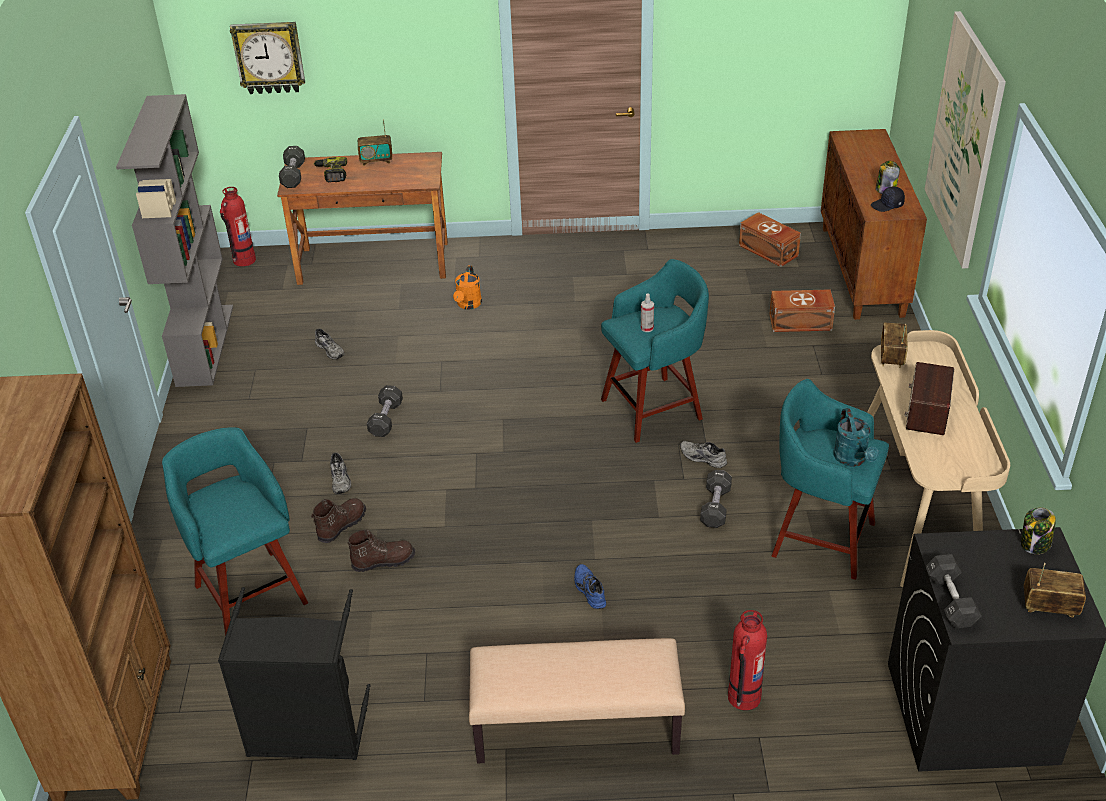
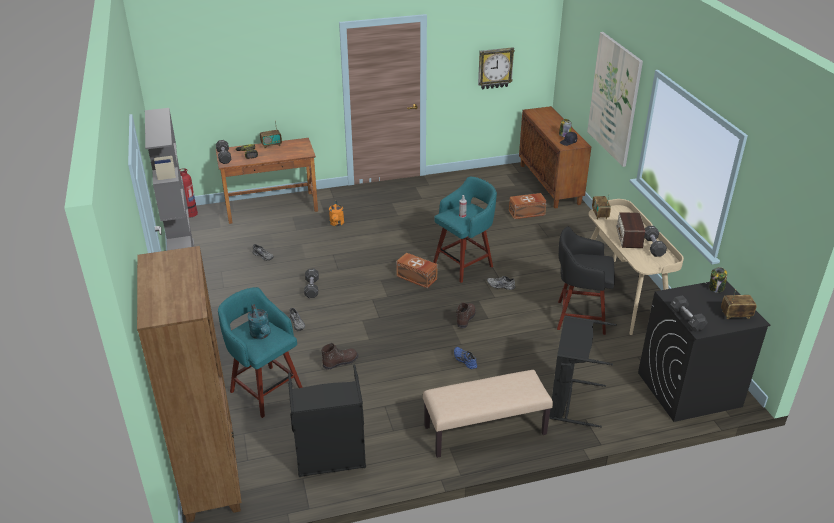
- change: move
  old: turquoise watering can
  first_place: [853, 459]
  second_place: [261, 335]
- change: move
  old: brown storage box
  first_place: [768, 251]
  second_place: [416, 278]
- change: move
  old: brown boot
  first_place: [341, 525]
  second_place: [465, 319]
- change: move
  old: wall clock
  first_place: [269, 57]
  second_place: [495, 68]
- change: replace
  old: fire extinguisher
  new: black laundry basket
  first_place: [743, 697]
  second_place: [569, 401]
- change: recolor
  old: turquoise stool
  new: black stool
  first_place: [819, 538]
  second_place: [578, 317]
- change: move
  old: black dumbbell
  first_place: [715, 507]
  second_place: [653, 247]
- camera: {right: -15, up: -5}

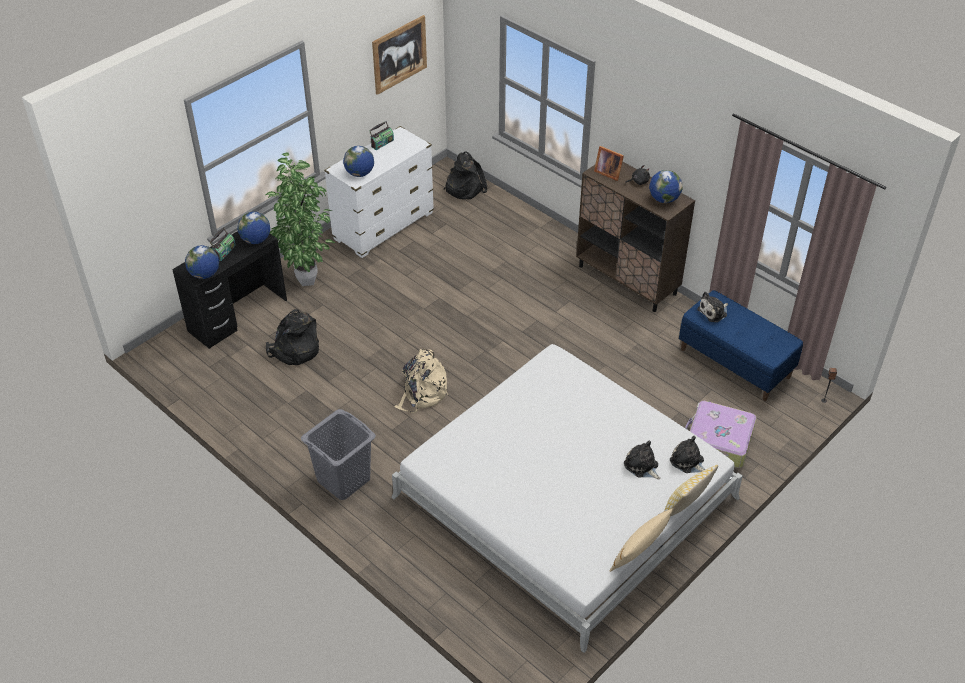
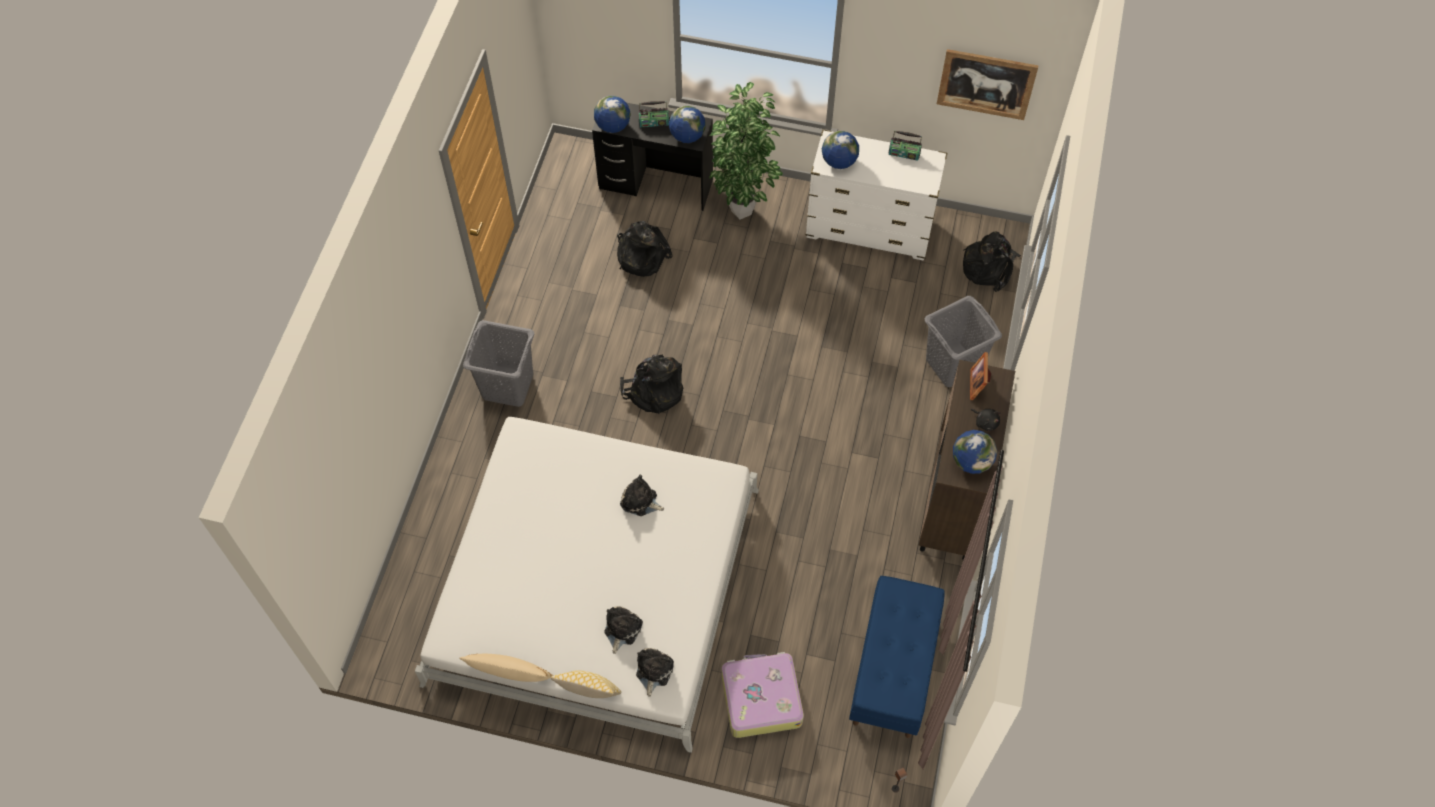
- change: recolor
  old: beige backpack
  new: black backpack
  first_place: [422, 393]
  second_place: [653, 391]
- change: move
  old: plush toy
  first_place: [713, 312]
  second_place: [640, 501]
- change: insert
  new: grey laundry basket
  second_place: [953, 365]
- camera: {right: 60, up: 15}

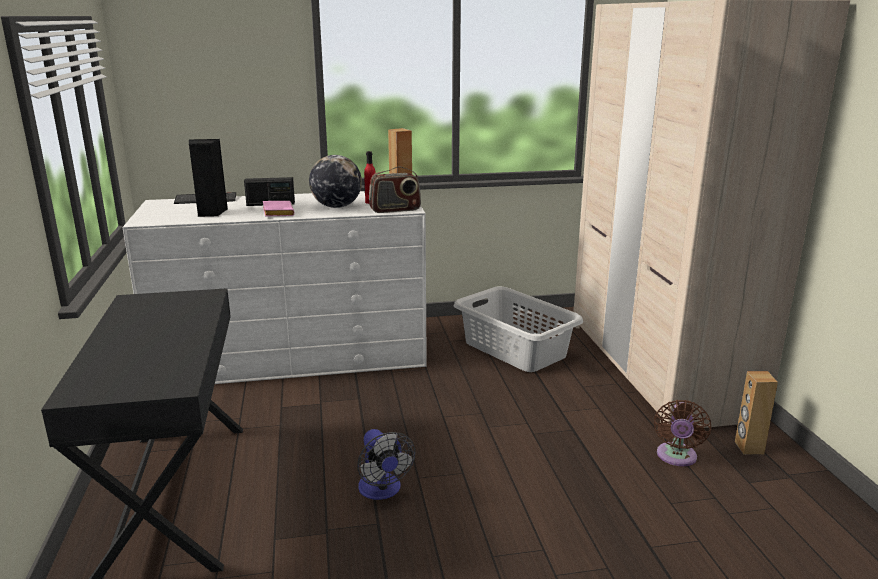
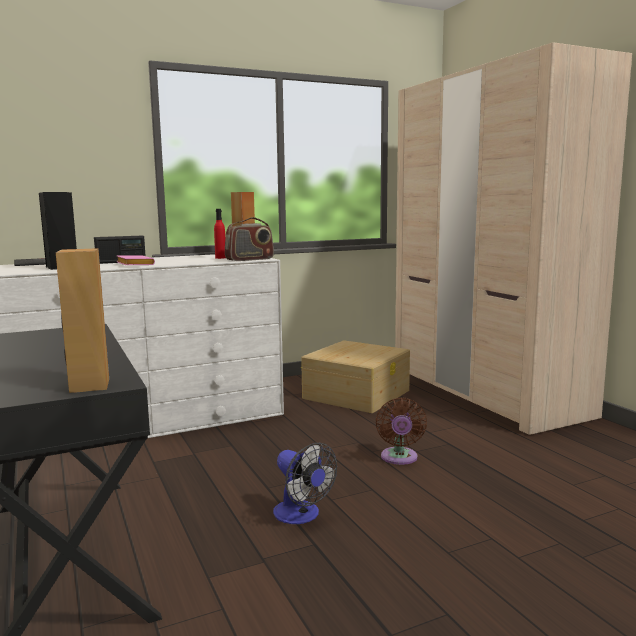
- change: move
  old: brown speaker
  first_place: [748, 448]
  second_place: [89, 385]
- change: replace
  old: grey laundry basket
  new: beige storage box
  first_place: [515, 349]
  second_place: [357, 394]
- change: move
  old: brown fan
  first_place: [676, 457]
  second_place: [399, 458]
- change: delete
  old: globe
  first_place: [336, 207]
- camera: {right: -15, up: -10}

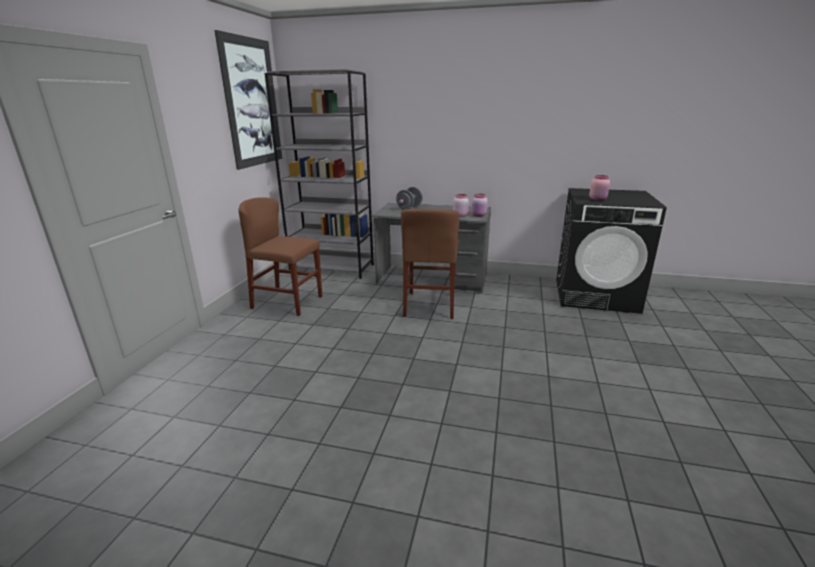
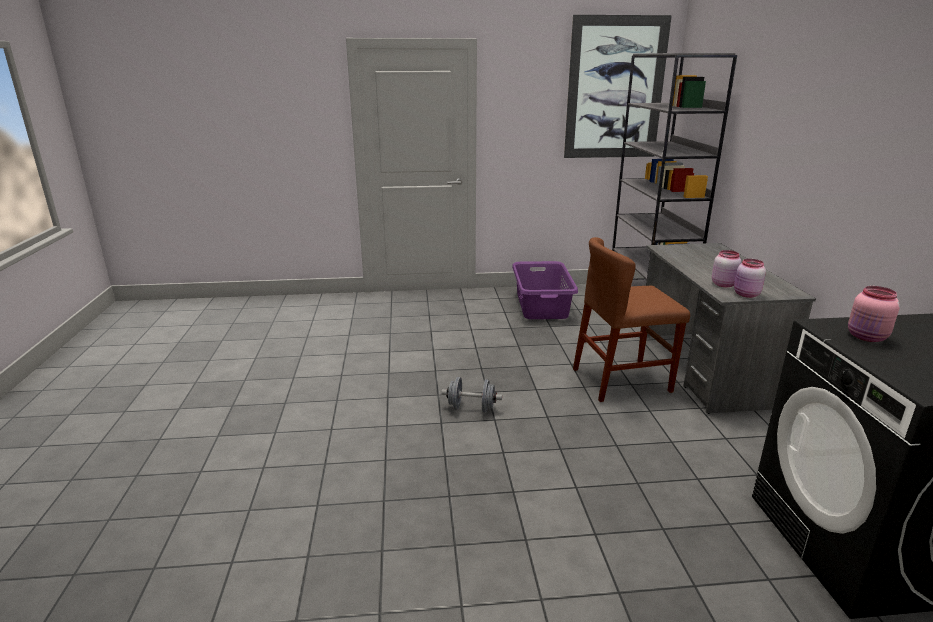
- change: move
  old: grey dumbbell
  first_place: [409, 207]
  second_place: [471, 408]
- change: replace
  old: brown chair
  new: purple laundry basket
  first_place: [287, 302]
  second_place: [542, 305]
- camera: {right: 70, up: 0}

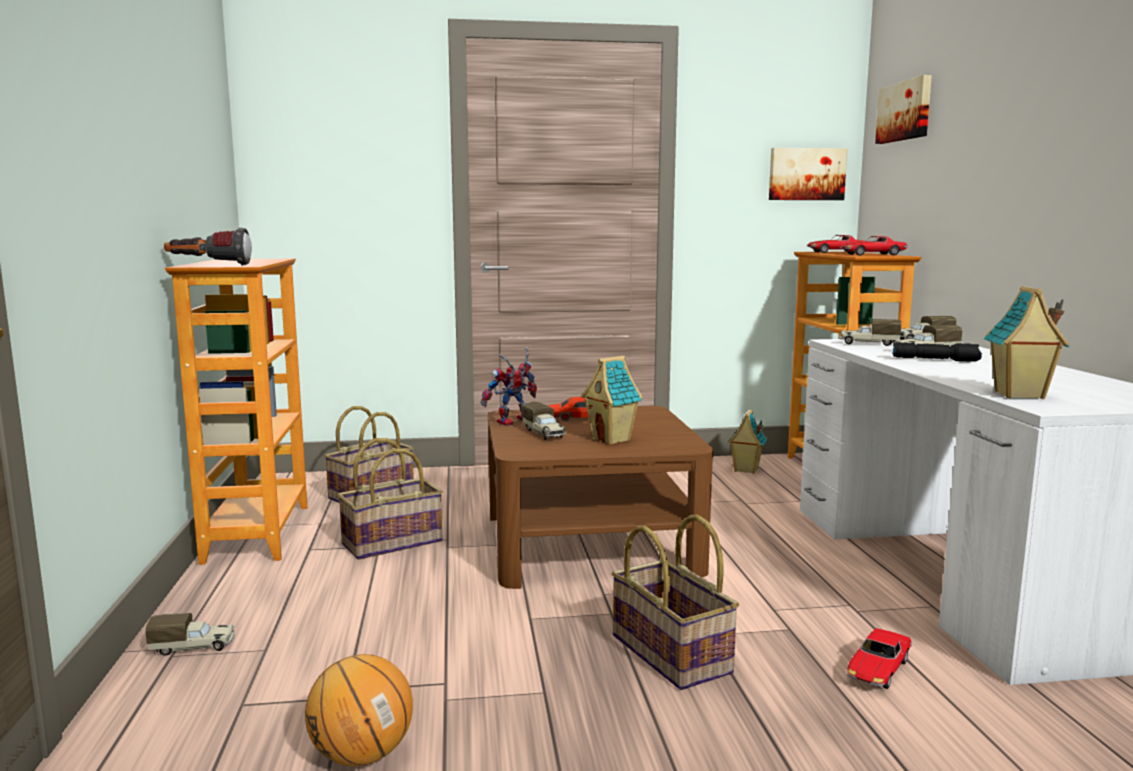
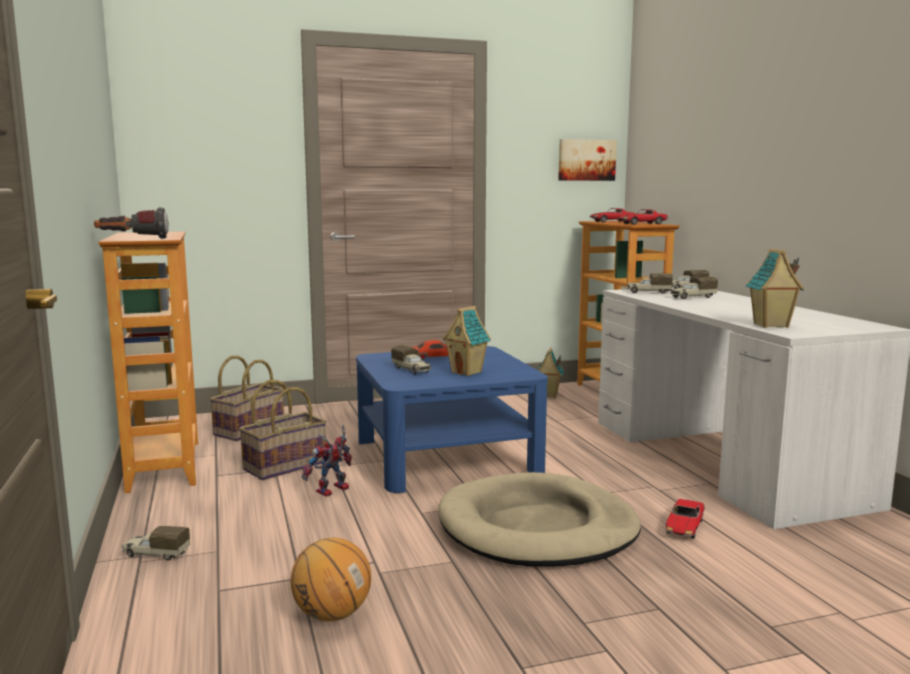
- change: rotate
  old: toy truck
  first_place: [193, 647]
  second_place: [155, 554]
  degrees: -150
- change: move
  old: toy robot
  first_place: [513, 422]
  second_place: [331, 492]
- change: recolor
  old: brown coffee table
  new: blue coffee table
  first_place: [589, 542]
  second_place: [445, 455]
- change: replace
  old: basket
  new: beige dog bed
  first_place: [673, 654]
  second_place: [537, 528]
- change: delete
  old: picture
  first_place: [905, 111]
- change: delete
  old: black flashlight
  first_place: [936, 360]
- camera: {right: -10, up: 0}

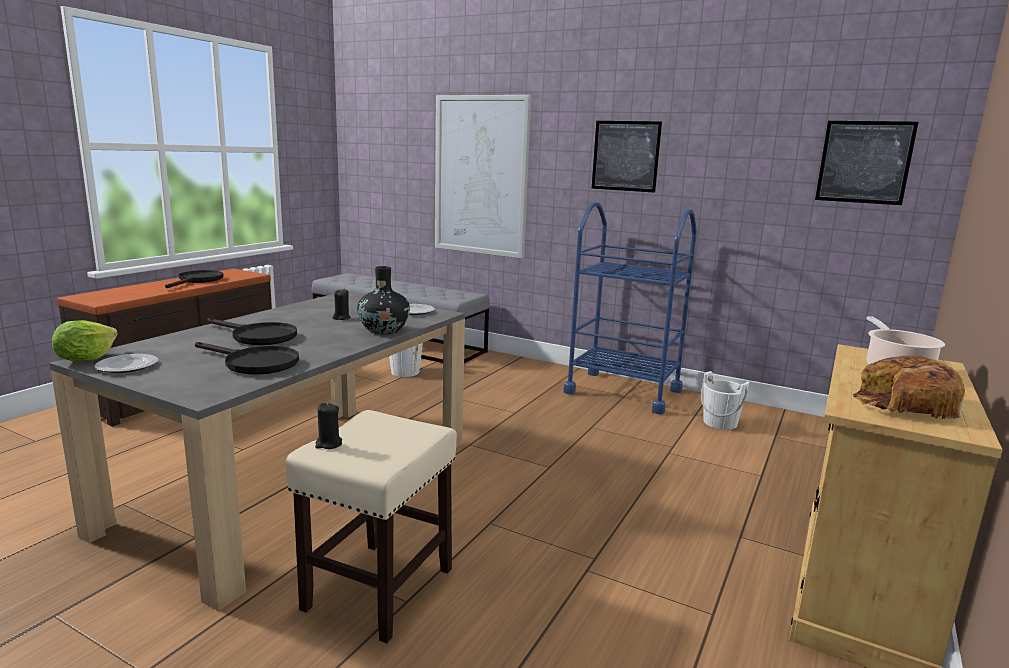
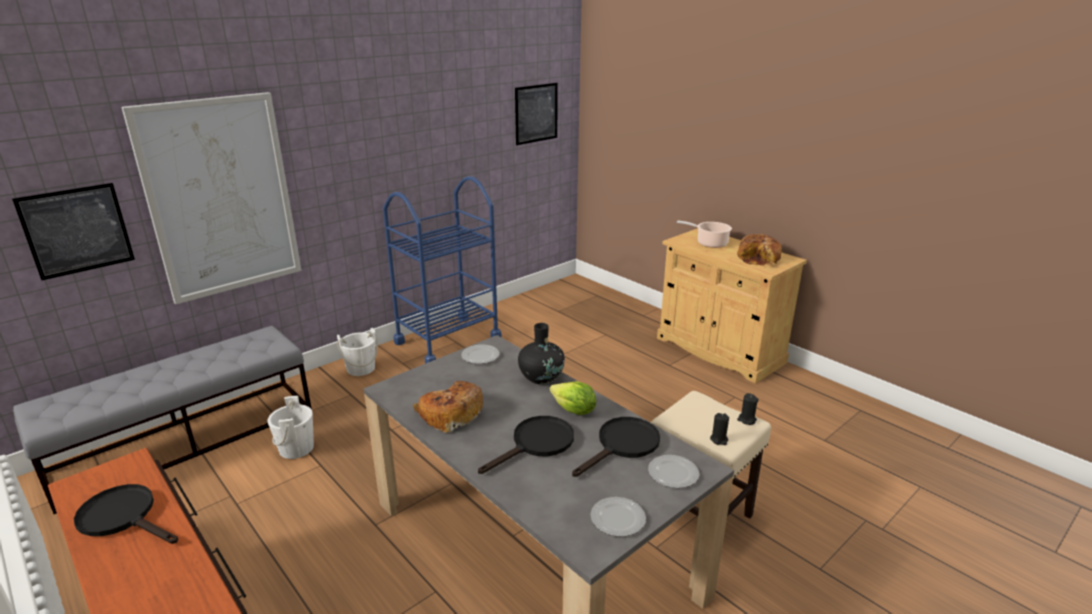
- change: move
  old: picture
  first_place: [625, 156]
  second_place: [77, 230]
- change: move
  old: white bucket
  first_place: [720, 423]
  second_place: [361, 369]
- change: insert
  new: bread
  second_place: [450, 414]
- change: move
  old: lettuce
  first_place: [86, 359]
  second_place: [574, 411]
- change: insert
  new: plate
  second_place: [672, 473]
- change: move
  old: black candle
  first_place: [341, 318]
  second_place: [746, 420]
- camera: {right: -70, up: 10}

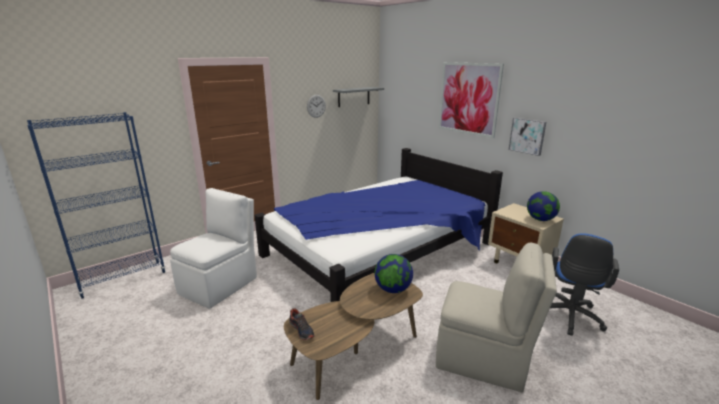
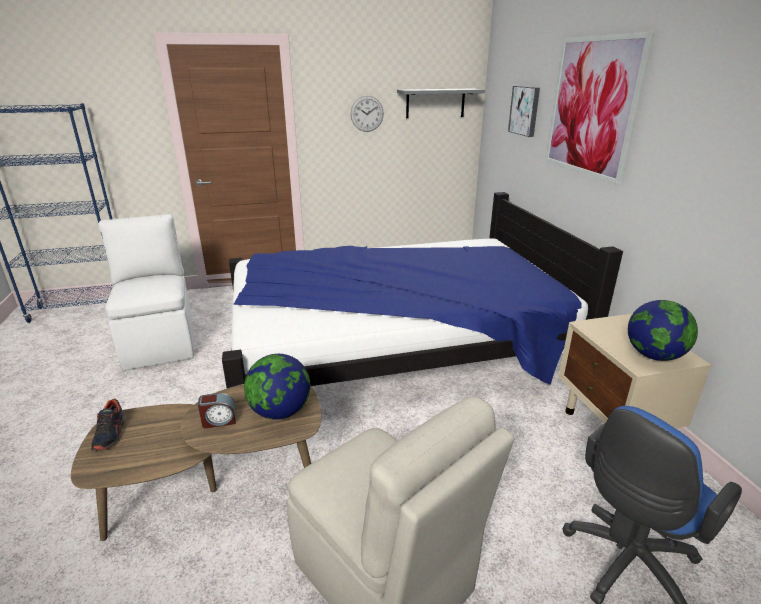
- change: rotate
  old: white chair
  first_place: [220, 285]
  second_place: [161, 342]
  degrees: -75
- change: insert
  new: alarm clock
  second_place: [219, 421]
- change: move
  old: picture
  first_place: [527, 136]
  second_place: [525, 110]
- camera: {right: 25, up: 5}

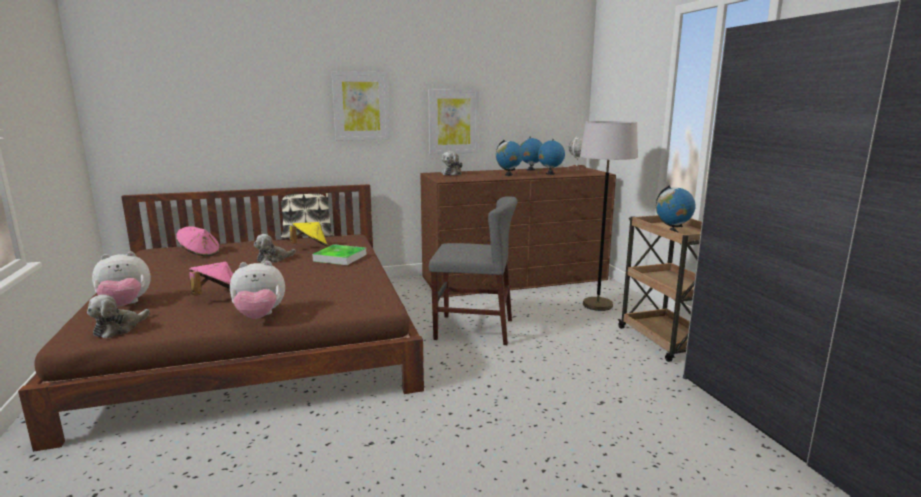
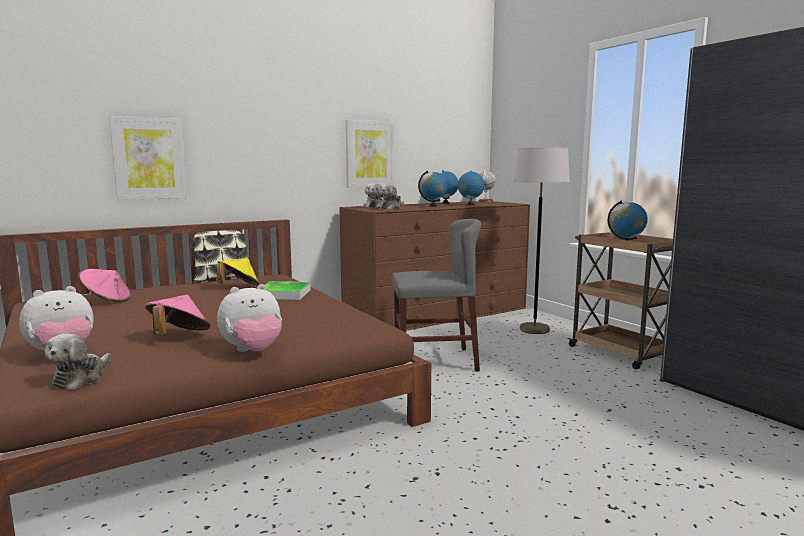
- change: move
  old: picture
  first_place: [361, 106]
  second_place: [149, 158]
- change: move
  old: plush toy
  first_place: [273, 259]
  second_place: [391, 208]
- camera: {right: -15, up: -5}

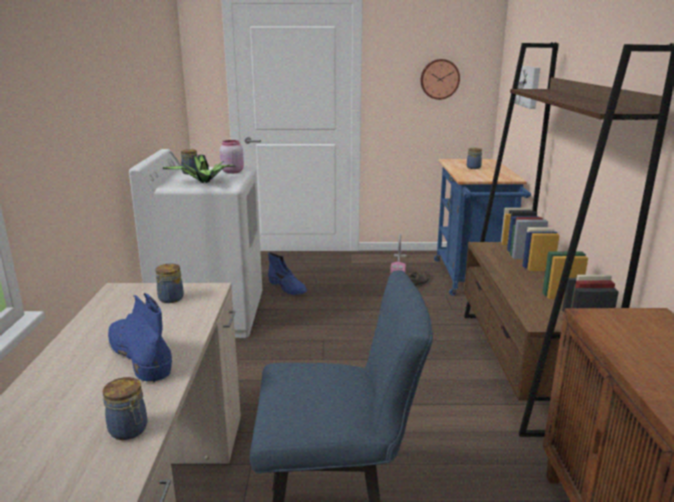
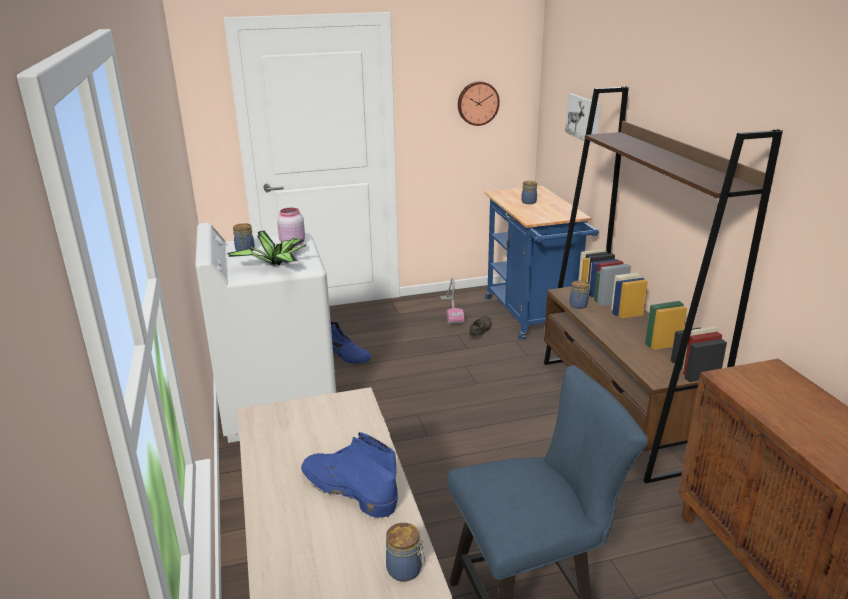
- change: move
  old: jar
  first_place: [170, 299]
  second_place: [578, 306]
- camera: {right: -15, up: 5}

